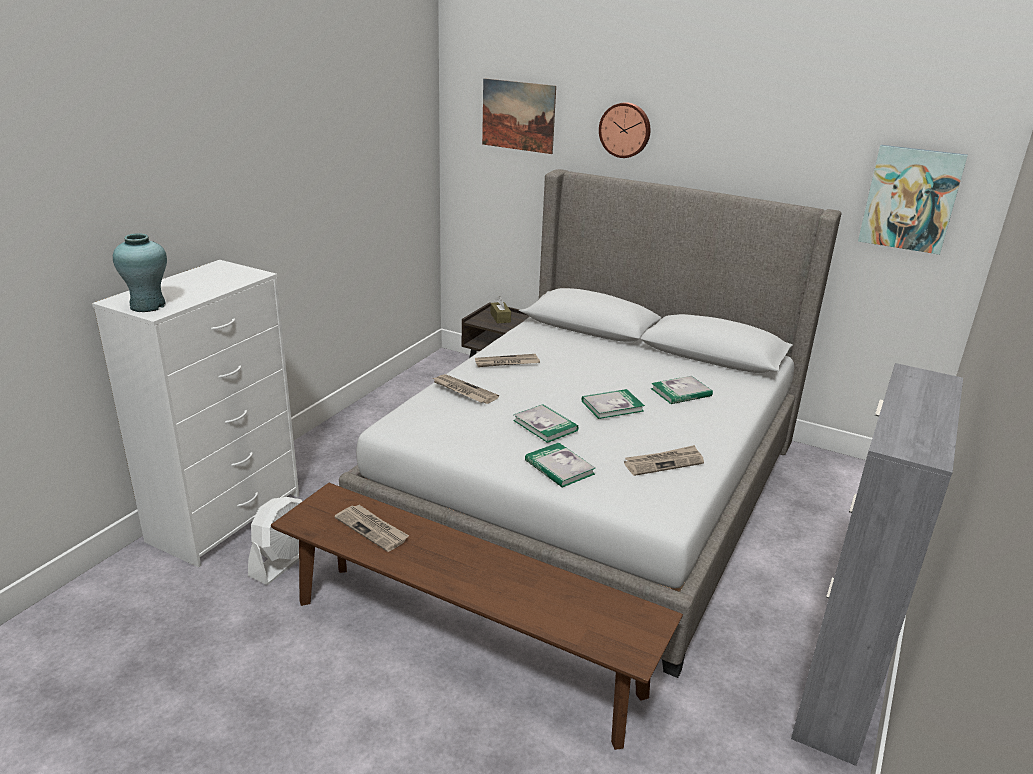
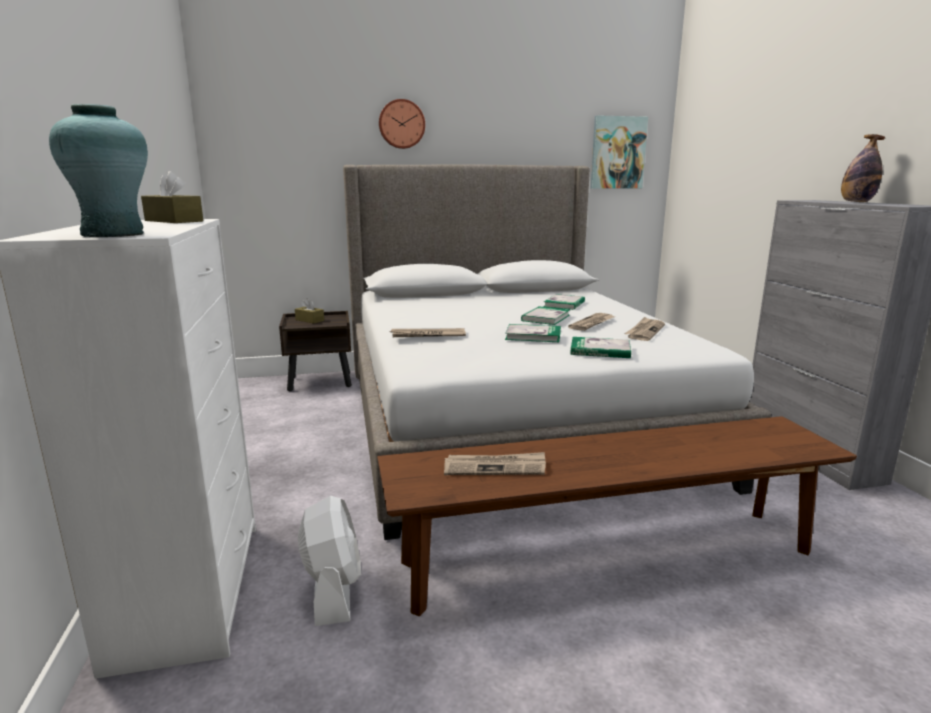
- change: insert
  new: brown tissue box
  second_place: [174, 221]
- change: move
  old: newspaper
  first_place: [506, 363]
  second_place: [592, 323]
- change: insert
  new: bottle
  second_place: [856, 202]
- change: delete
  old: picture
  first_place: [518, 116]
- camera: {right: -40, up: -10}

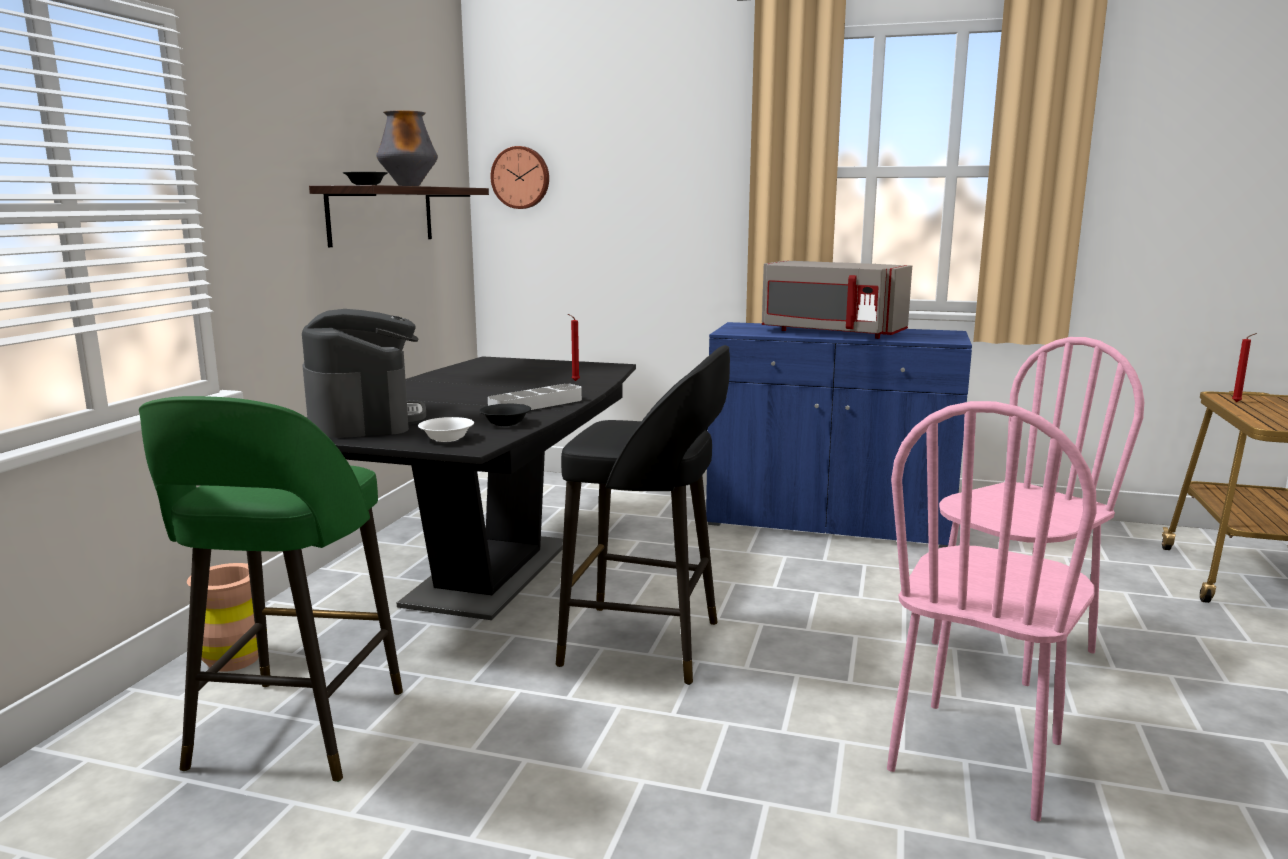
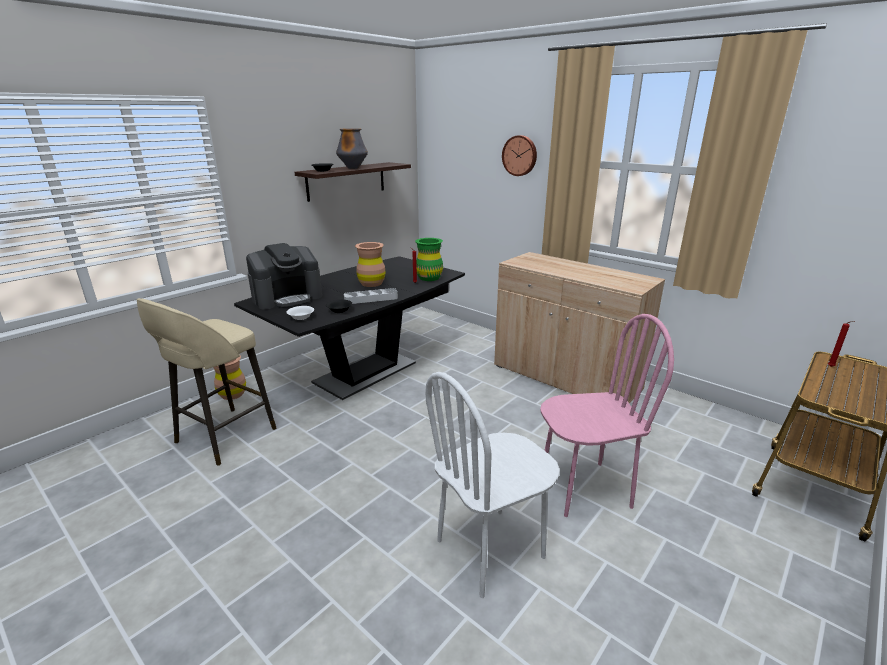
- change: recolor
  old: green stool
  new: beige stool
  first_place: [295, 732]
  second_place: [223, 437]
- change: rotate
  old: coffee machine
  first_place: [366, 419]
  second_place: [287, 297]
  degrees: 45
- change: insert
  new: brown vase
  second_place: [371, 283]
- change: insert
  new: green vase
  second_place: [429, 278]
- change: recolor
  old: pink chair
  new: white chair
  first_place: [977, 756]
  second_place: [490, 549]
- change: recolor
  old: blue cabinet
  new: beige cabinet
  first_place: [829, 522]
  second_place: [565, 378]
- change: move
  old: wall clock
  first_place: [521, 177]
  second_place: [520, 155]
- change: delete
  old: black stool
  first_place: [646, 644]
- change: delete
  old: grey microwave
  first_place: [830, 332]
- camera: {right: 25, up: 10}

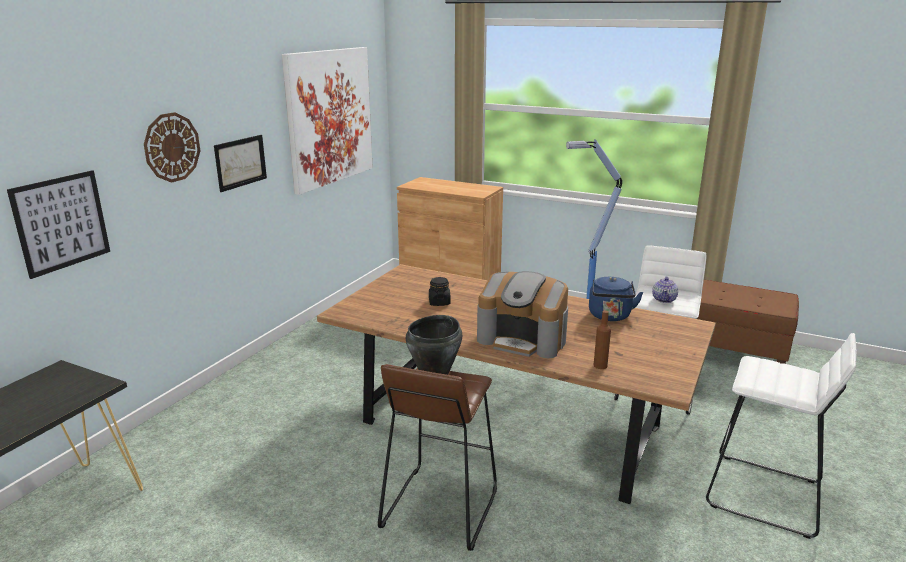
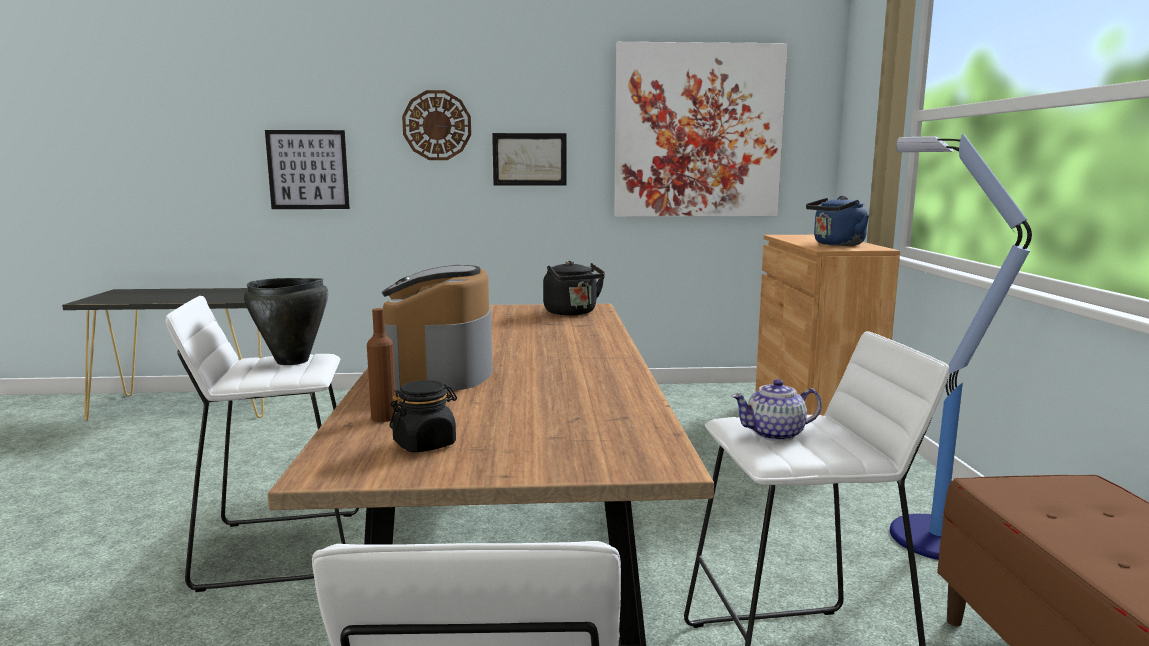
- change: recolor
  old: brown stool
  new: white stool
  first_place: [439, 508]
  second_place: [279, 548]
- change: move
  old: black jar
  first_place: [439, 302]
  second_place: [425, 444]
- change: insert
  new: black kettle
  second_place: [572, 313]
- change: move
  old: blue kettle
  first_place: [610, 316]
  second_place: [836, 244]
- camera: {right: 60, up: -10}

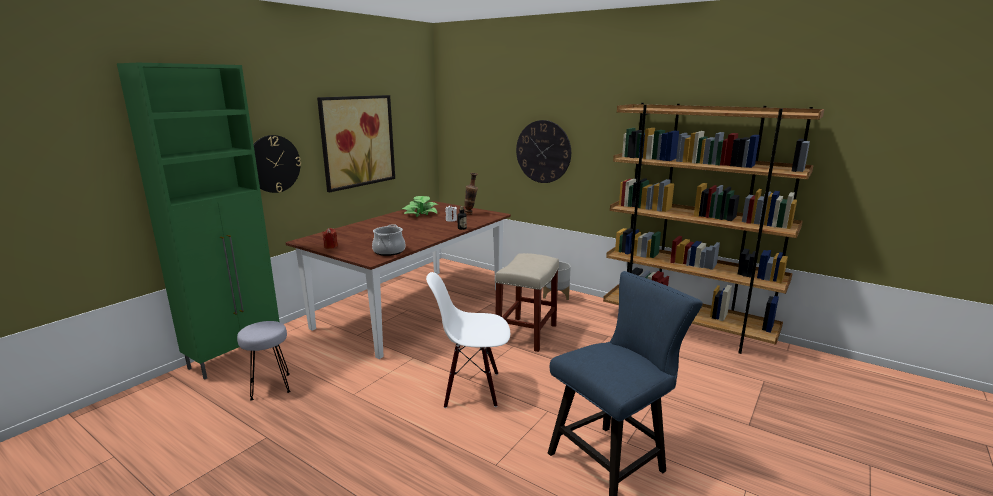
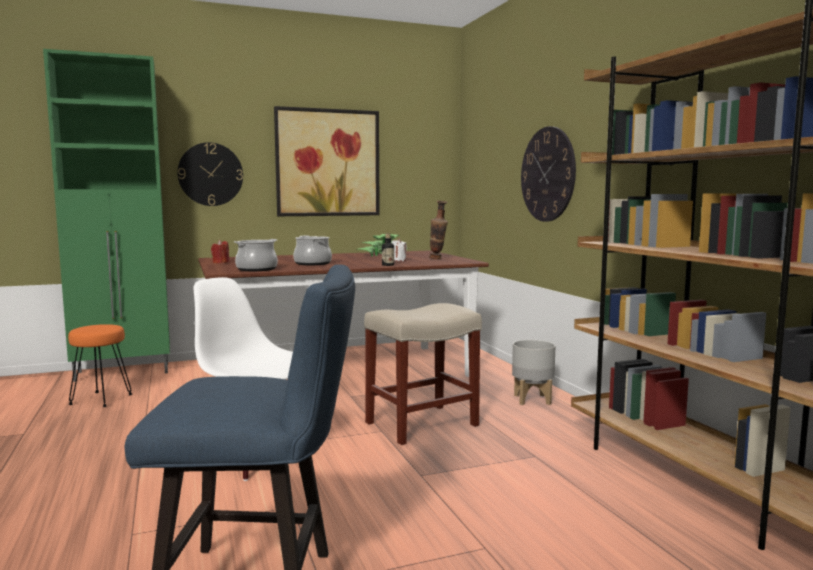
- change: recolor
  old: grey stool
  new: orange stool
  first_place: [270, 386]
  second_place: [101, 399]
- change: insert
  new: cooking pot
  second_place: [312, 263]
- camera: {right: 35, up: -10}

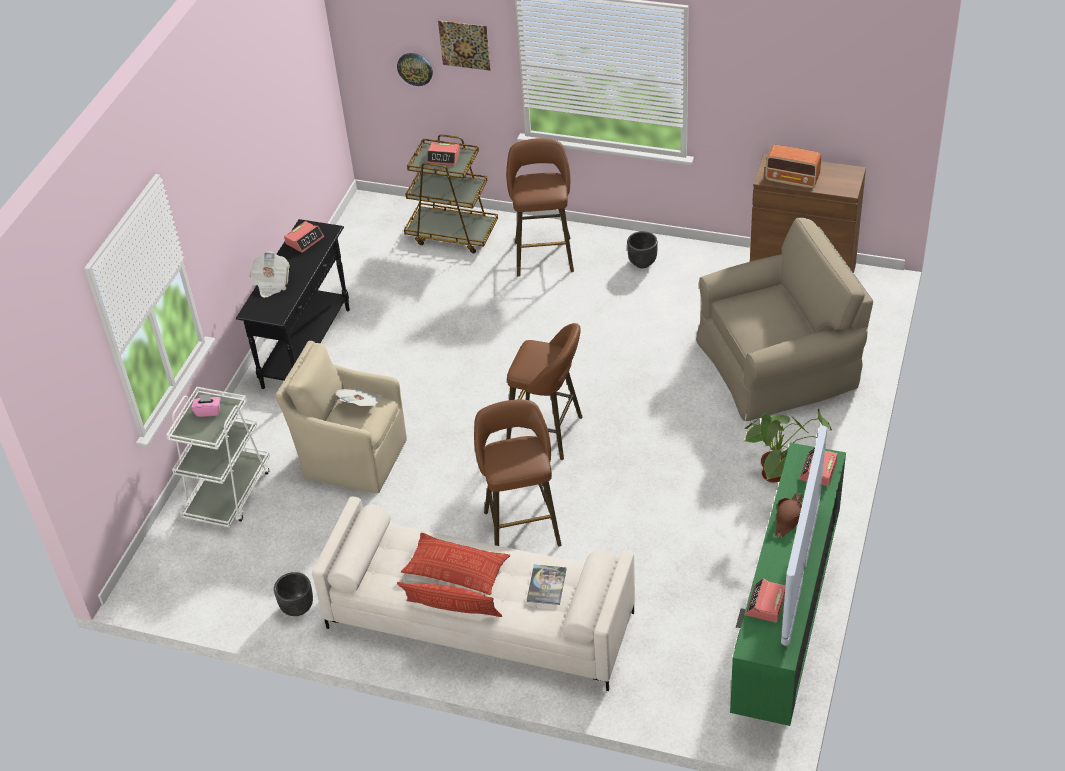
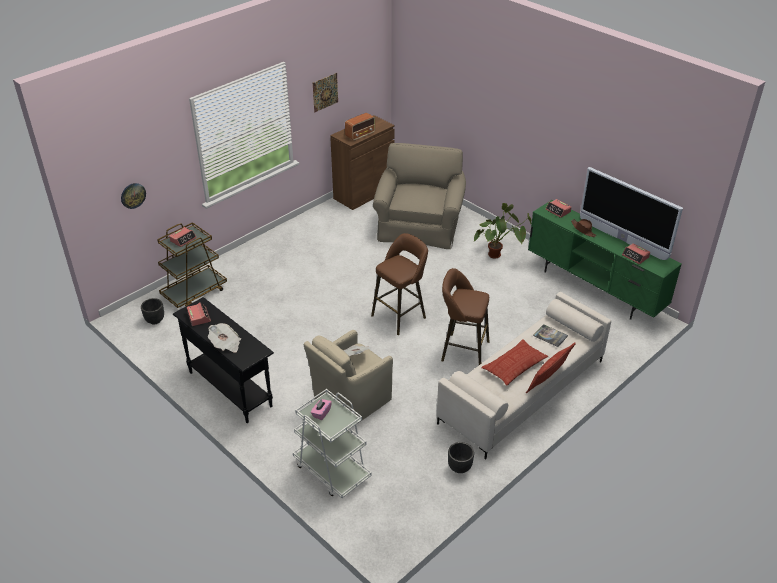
- change: move
  old: black planter
  first_place: [642, 263]
  second_place: [155, 321]
- change: move
  old: picture
  first_place: [464, 45]
  second_place: [325, 92]
- change: delete
  old: brown stool
  first_place: [543, 254]
- camera: {right: -65, up: -5}

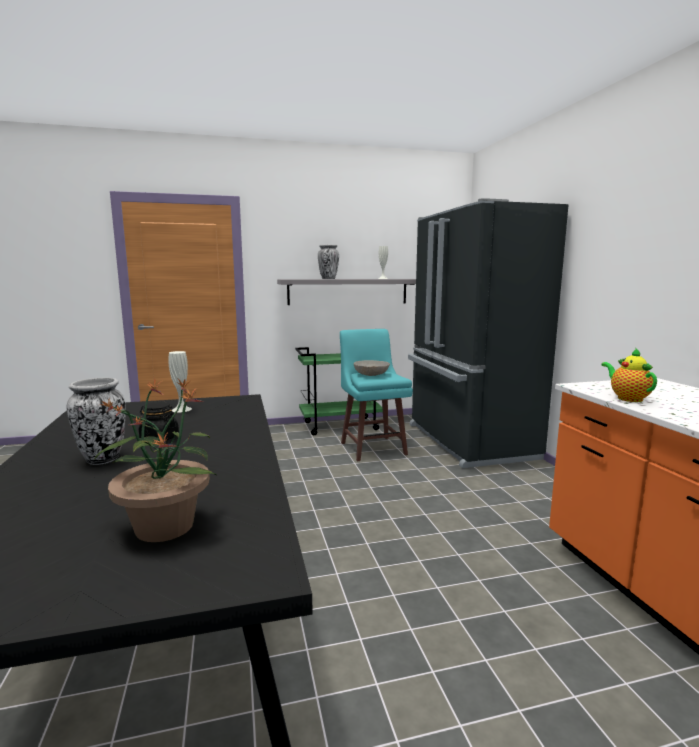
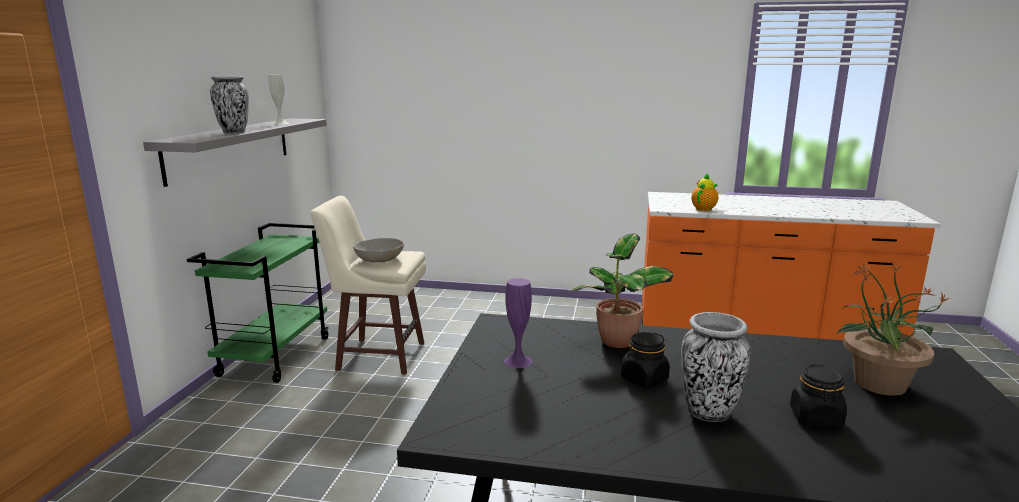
- change: recolor
  old: turquoise stool
  new: beige stool
  first_place: [373, 448]
  second_place: [378, 355]
- change: recolor
  old: white vase
  new: purple vase
  first_place: [181, 409]
  second_place: [518, 361]
- change: insert
  new: potted plant
  second_place: [617, 342]
- change: rotate
  old: teapot
  first_place: [627, 398]
  second_place: [704, 209]
  degrees: 120
- change: insert
  new: black jar
  second_place: [816, 418]
- change: delete
  old: black fridge
  first_place: [468, 441]
- camera: {right: -65, up: 5}

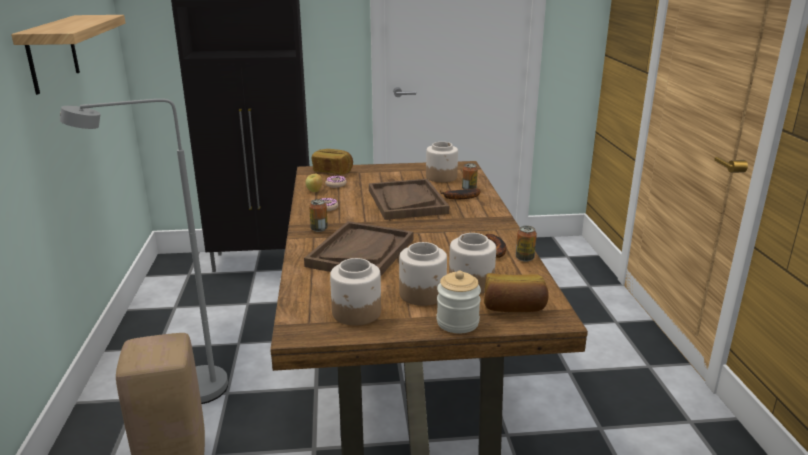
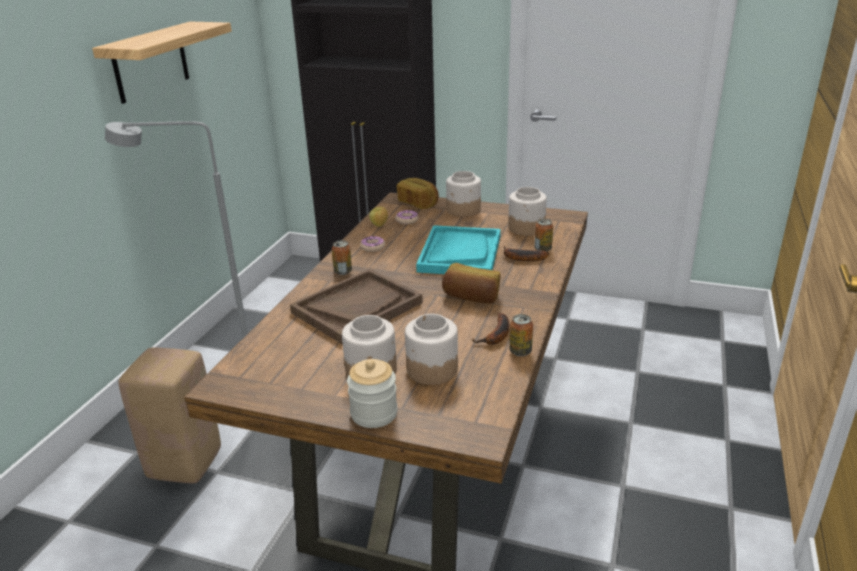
- change: recolor
  old: brown tray
  new: turquoise tray
  first_place: [406, 201]
  second_place: [460, 253]
- change: move
  old: bread
  first_place: [513, 308]
  second_place: [471, 297]
- change: move
  old: jar
  first_place: [356, 313]
  second_place: [463, 210]
- camera: {right: 25, up: 5}

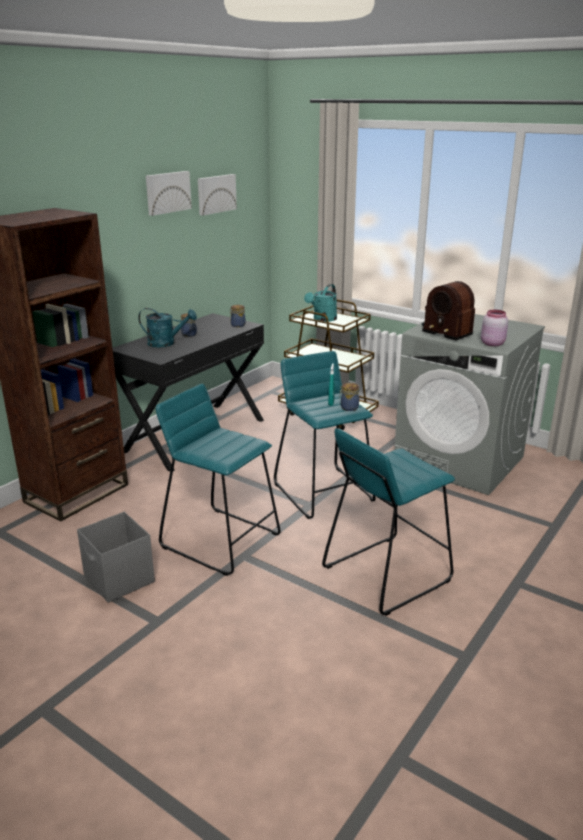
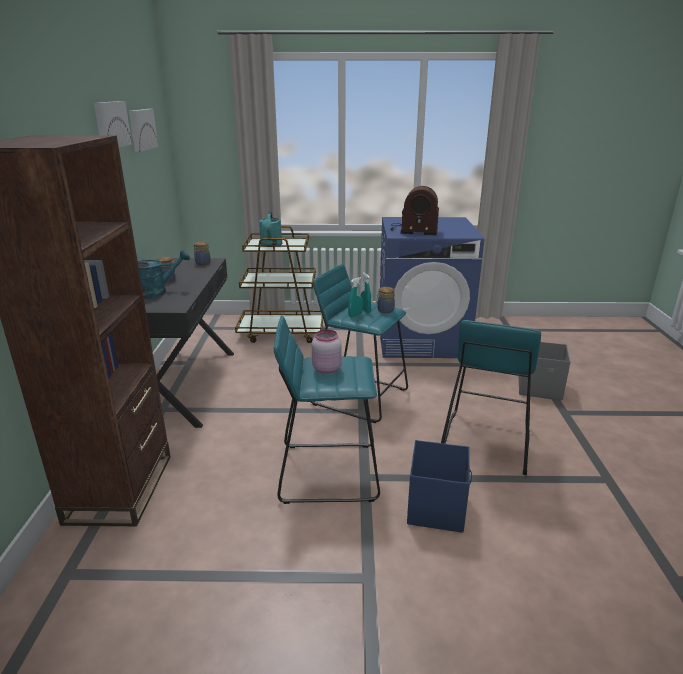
- change: move
  old: pink jar
  first_place: [492, 343]
  second_place: [326, 369]
- change: insert
  new: turquoise spray bottle
  second_place: [355, 315]
- change: recolor
  old: grey washing machine
  new: blue washing machine
  first_place: [460, 461]
  second_place: [422, 340]
- change: insert
  new: blue storage box
  second_place: [436, 508]
- change: move
  old: grey storage box
  first_place: [119, 580]
  second_place: [540, 388]
- camera: {right: -35, up: 0}

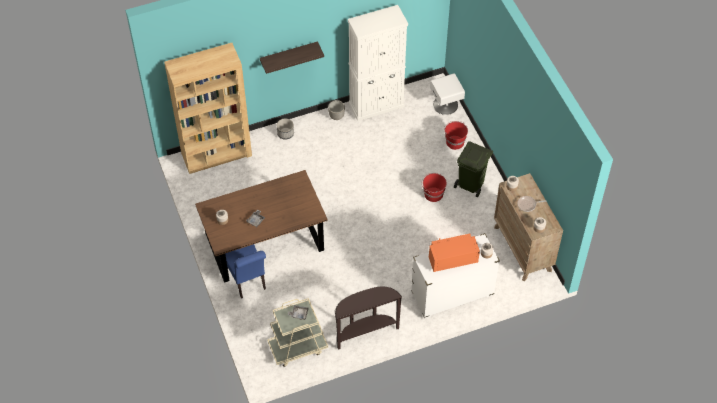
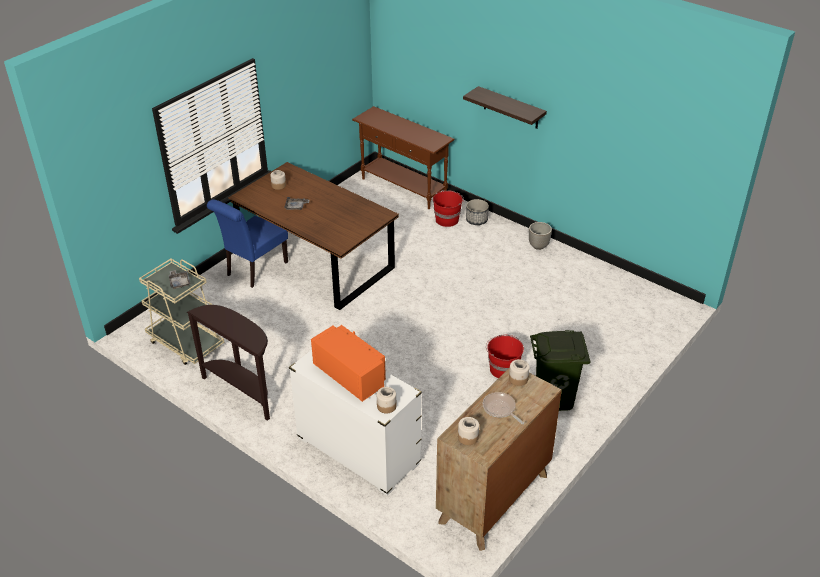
- change: replace
  old: brown bookcase
  new: brown console table
  first_place: [217, 154]
  second_place: [403, 188]
- change: move
  old: red bucket
  first_place: [454, 142]
  second_place: [447, 219]
- change: delete
  old: white cabinet
  first_place: [376, 105]
- change: delete
  old: white nightstand
  first_place: [445, 104]
- camera: {right: 60, up: -15}

